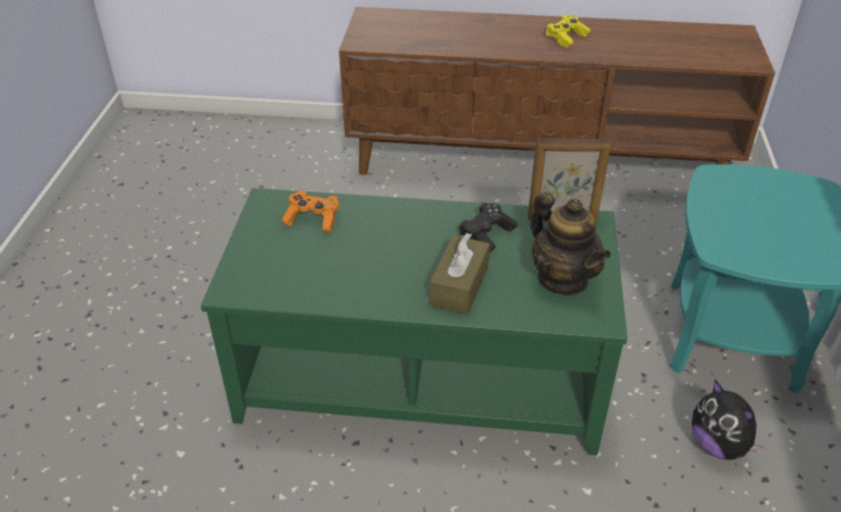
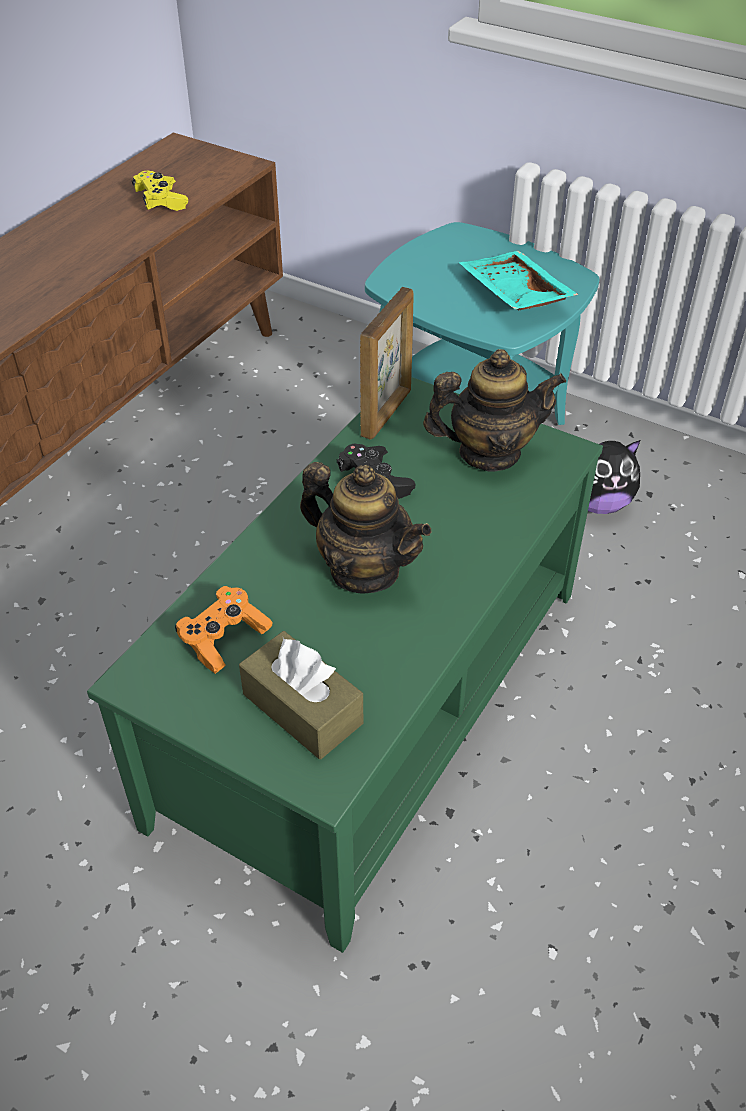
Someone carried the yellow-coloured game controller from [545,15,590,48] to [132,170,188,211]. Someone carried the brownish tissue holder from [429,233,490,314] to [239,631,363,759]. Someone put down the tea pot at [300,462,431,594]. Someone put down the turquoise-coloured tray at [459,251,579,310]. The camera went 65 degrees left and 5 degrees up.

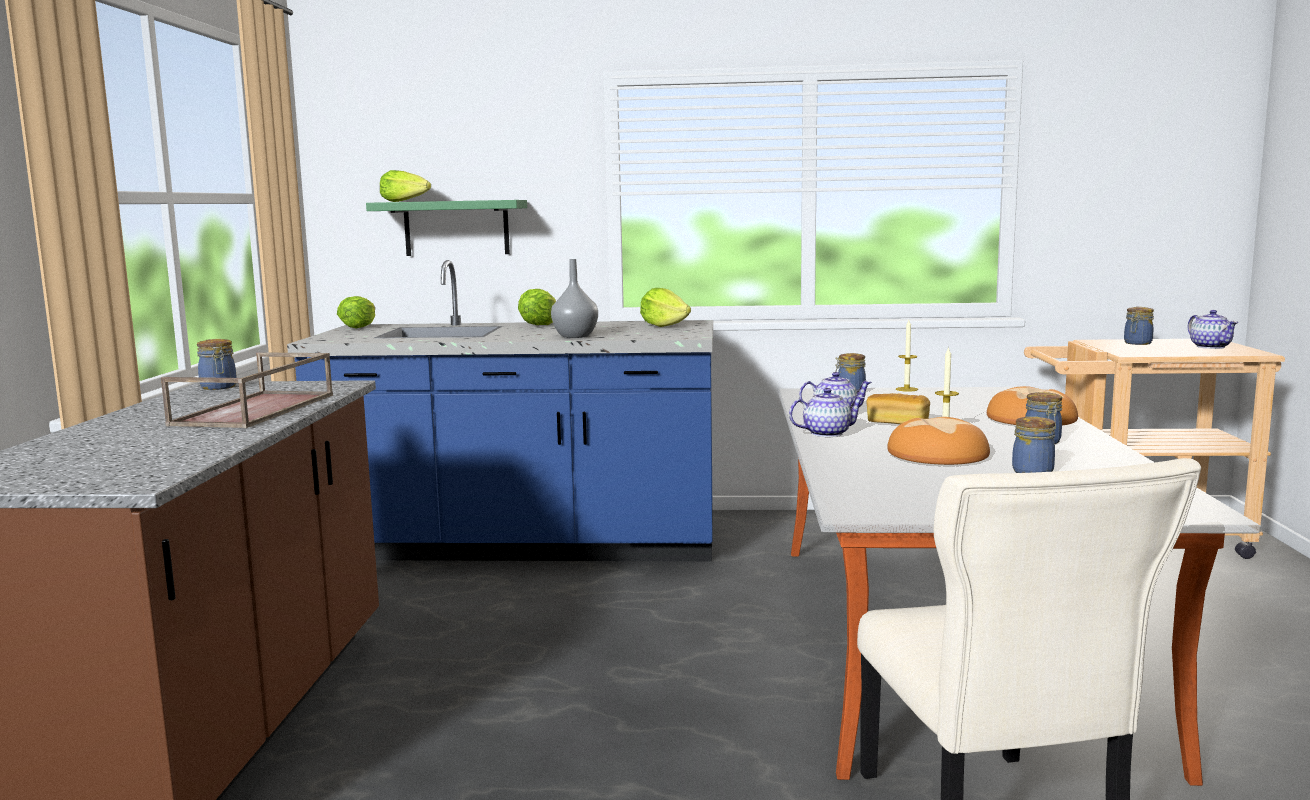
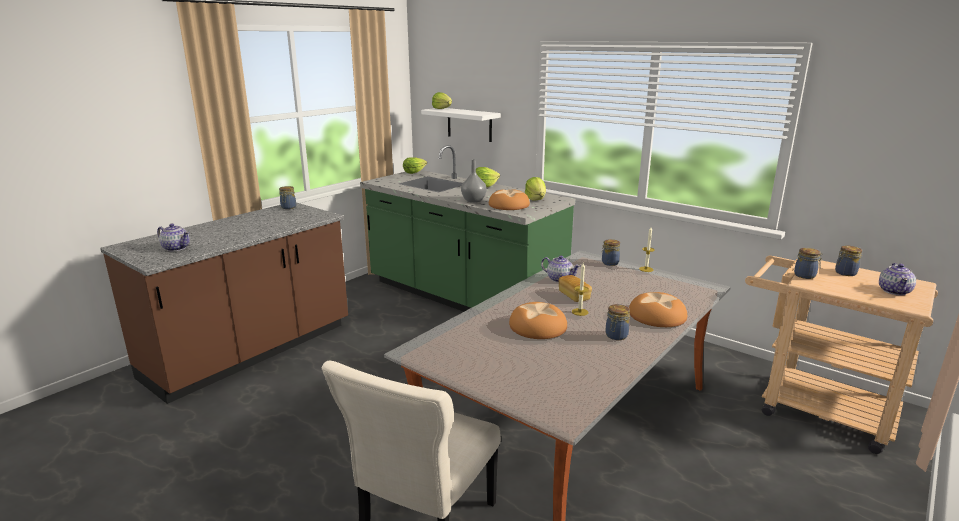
Someone carried the tea pot from [789,388,865,437] to [157,223,190,251]. Someone repainted the blue-coloured counter at [287,260,713,561], which became the greenish counter at [360,145,575,312]. Someone repainted the greenish wall shelf at [366,200,527,256], which became the white-coloured wall shelf at [421,108,501,142]. Someone put down the bread at [489,189,530,210]. Someone carried the preserve jar from [1012,417,1055,473] to [794,248,823,279]. Someone took away the brownish tray at [161,352,333,428]. The camera went 35 degrees right and 10 degrees up.

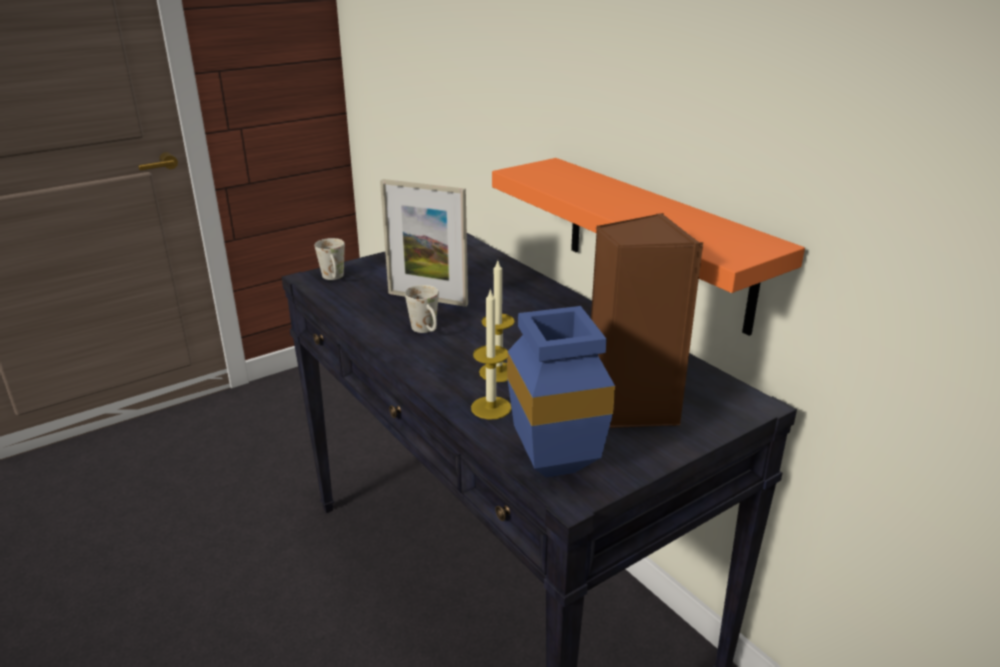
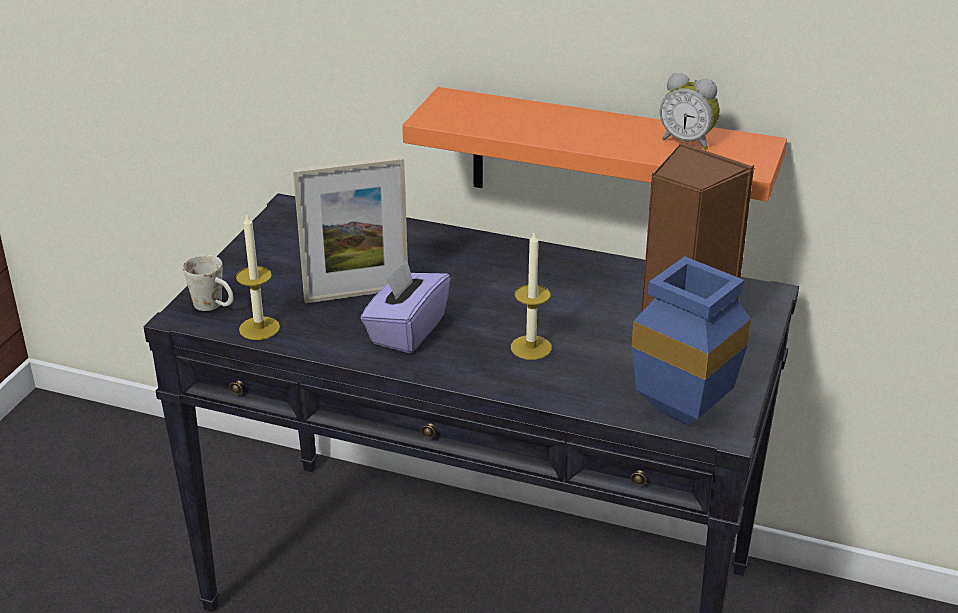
Someone carried the wax light from [471,288,511,420] to [236,215,280,340]. Someone swapped the white-coloured mug at [405,285,439,333] for the purple tissue holder at [361,259,451,353]. Someone put down the table clock at [660,73,720,150]. The camera went 35 degrees left and 5 degrees up.

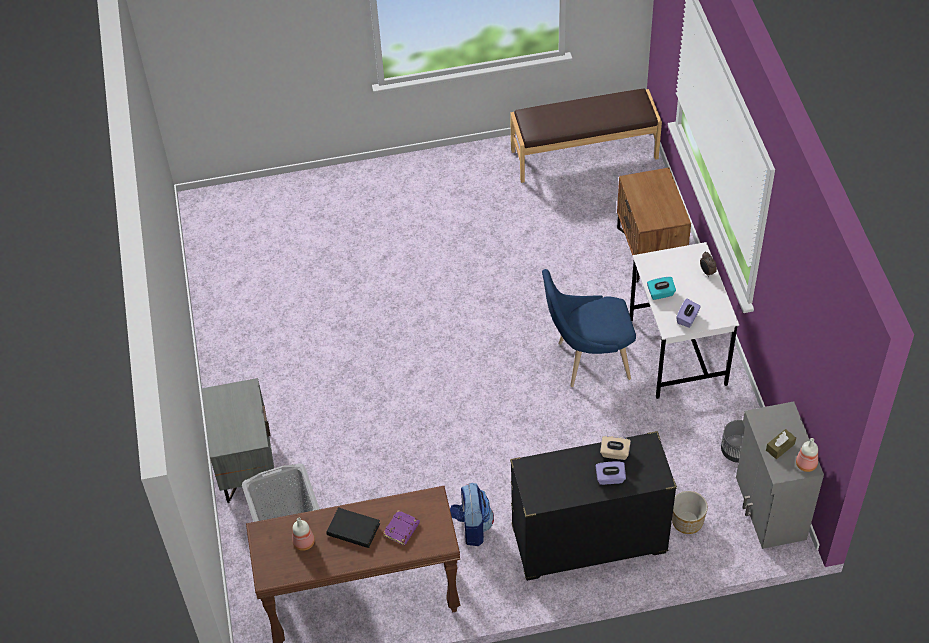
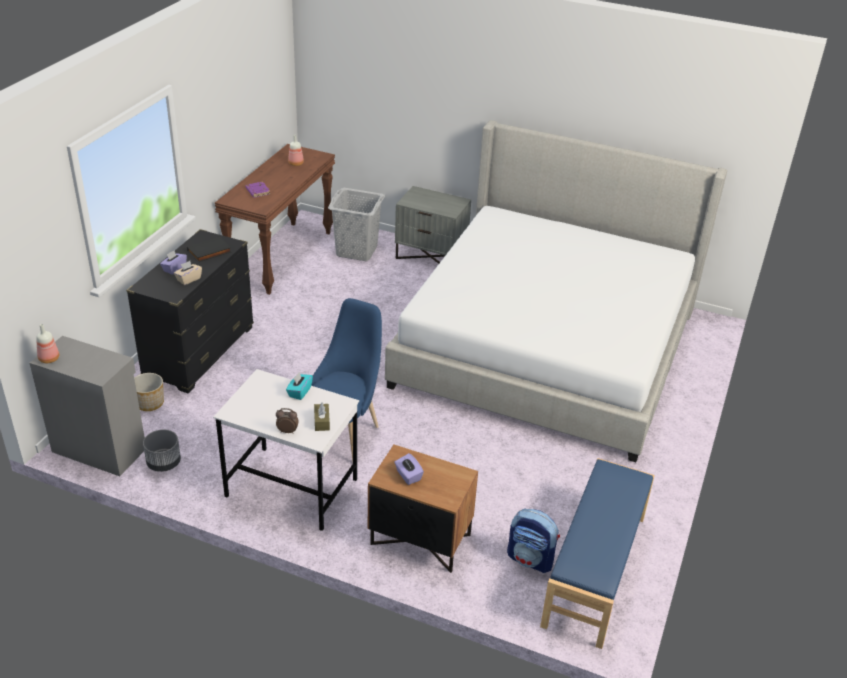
Someone carried the black bound book from [326,507,380,548] to [187,237,231,262]. Someone carried the brownish tissue holder from [766,429,796,459] to [314,402,330,431]. Someone put down the bed at [385,120,727,462]. Someone carried the purple tissue holder from [676,299,701,328] to [394,453,424,485]. Someone carried the knapsack from [450,483,494,546] to [507,509,560,573]. Someone repainted the brownish bench at [510,88,662,183], which became the blue-coloured bench at [540,458,655,649]. The camera went 120 degrees right and 15 degrees down.

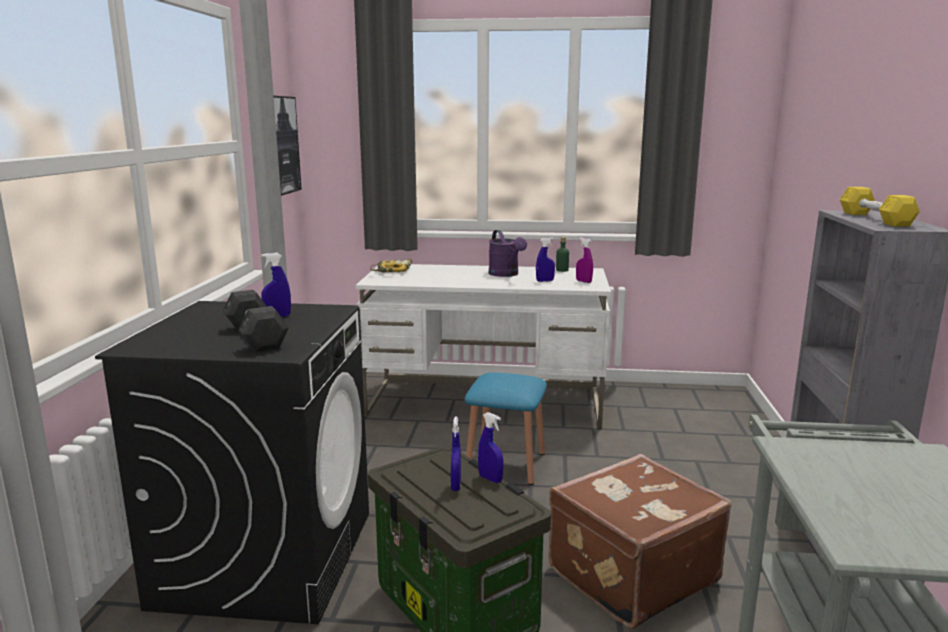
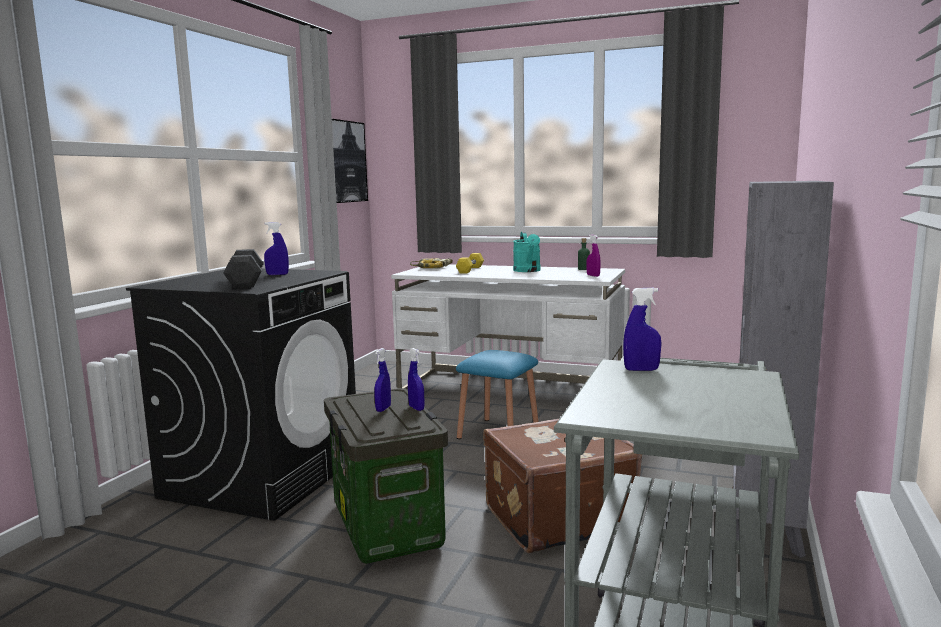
Someone carried the yellow-coloured dumbbell from [840,187,920,227] to [456,253,484,274]. Someone repainted the purple sprinkling can at [489,230,527,277], which became the turquoise-coloured sprinkling can at [513,231,541,272]. Someone carried the blue-coloured spray bottle from [536,238,555,282] to [623,288,662,371]. The camera went 15 degrees right and 5 degrees down.

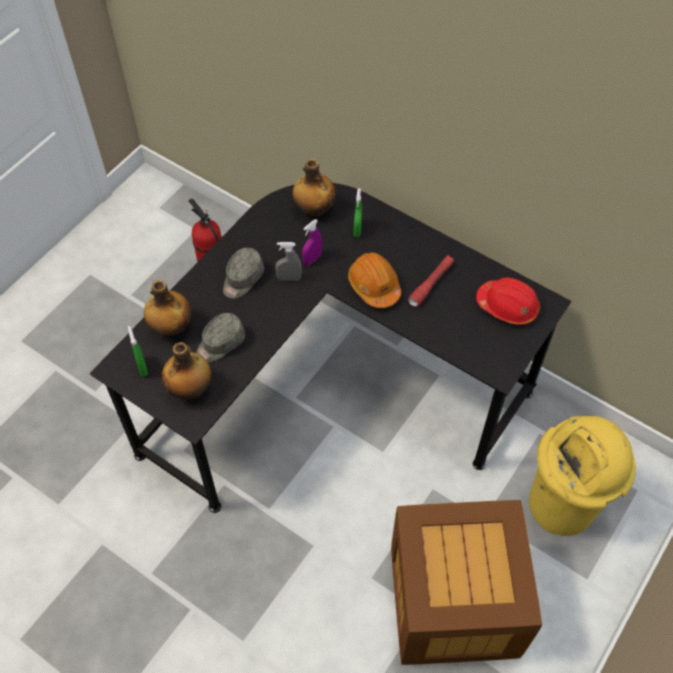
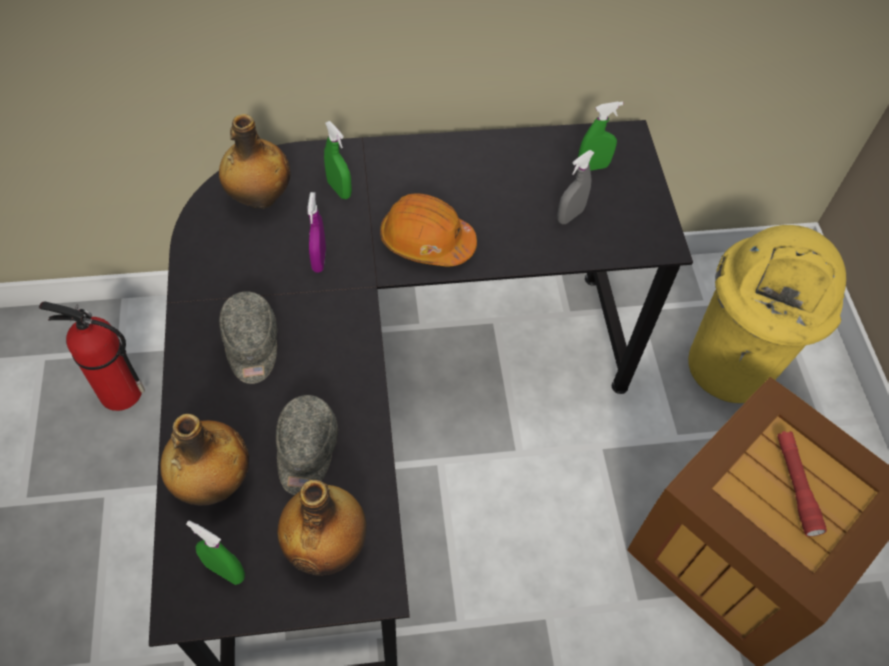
Someone carried the greyish spray bottle from [275,242,302,281] to [557,150,594,224]. Someone swapped the red-coloured safety helmet at [476,277,540,325] for the greenish spray bottle at [578,101,623,171]. Someone carried the red-coloured hand torch from [408,255,454,307] to [777,431,827,536]. The camera went 45 degrees left and 0 degrees up.

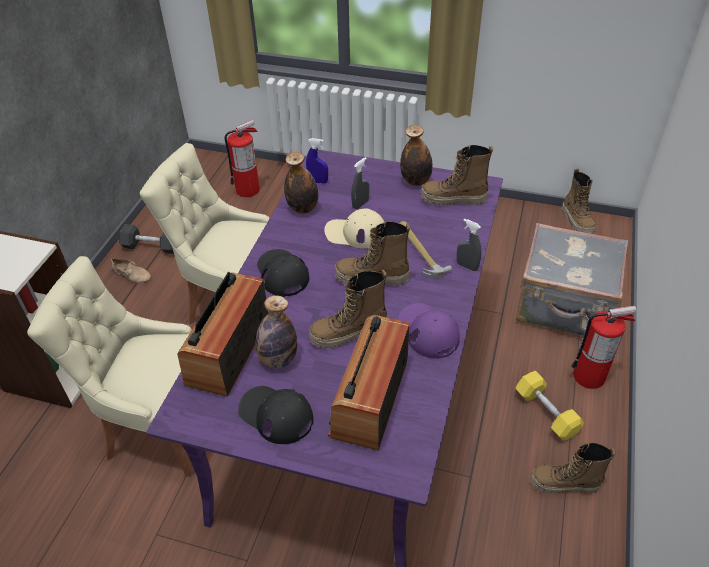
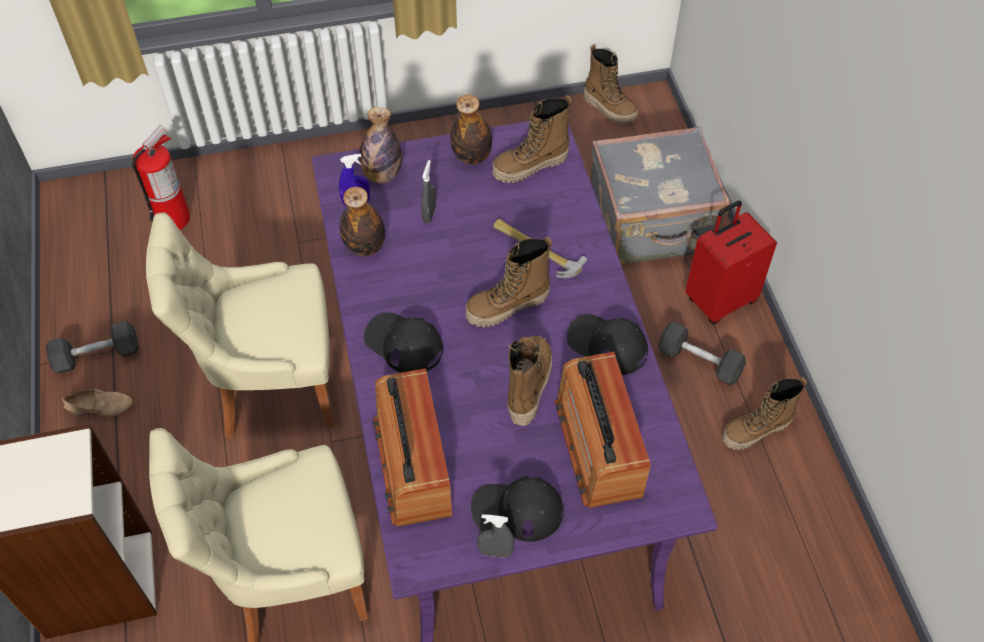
Someone carried the bottle from [255,295,297,369] to [360,107,402,183]. Someone carried the greyish spray bottle from [457,219,481,271] to [477,514,515,558]. Someone rotated the high-top boot at [309,270,387,349] by 150 degrees clockwise. Someone repainted the purple cap at [398,303,460,359], which became the black cap at [567,314,648,375]. Someone repainted the yellow-coloured dumbbell at [515,371,584,441], which became the greyish dumbbell at [658,321,746,385]. Someone swapped the fire extinguisher at [571,306,637,389] for the red-coloured suitcase at [685,201,777,324]. Someone took away the beige-coloured cap at [324,208,384,249]. The camera went 30 degrees left and 10 degrees up.

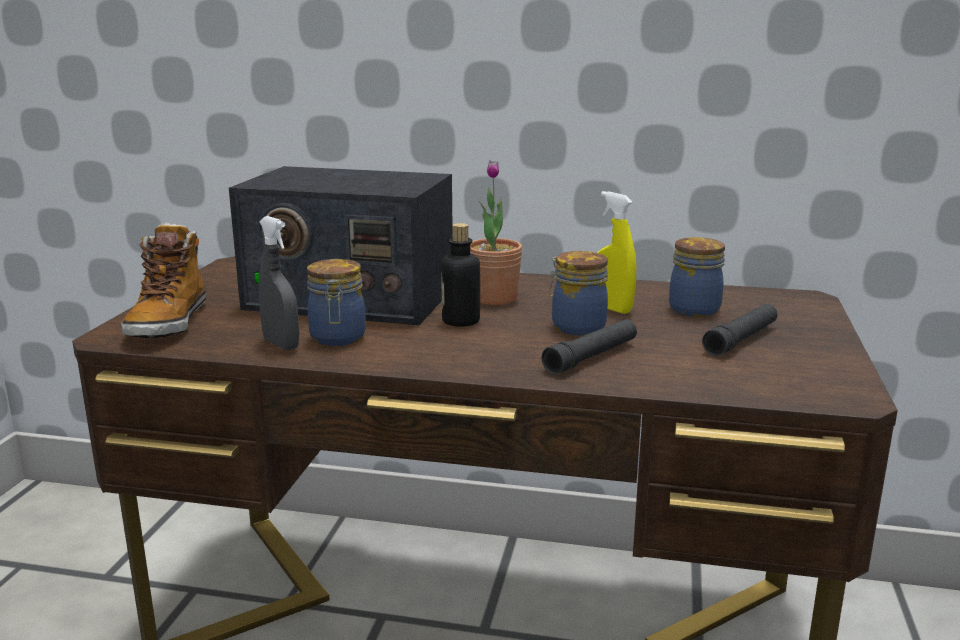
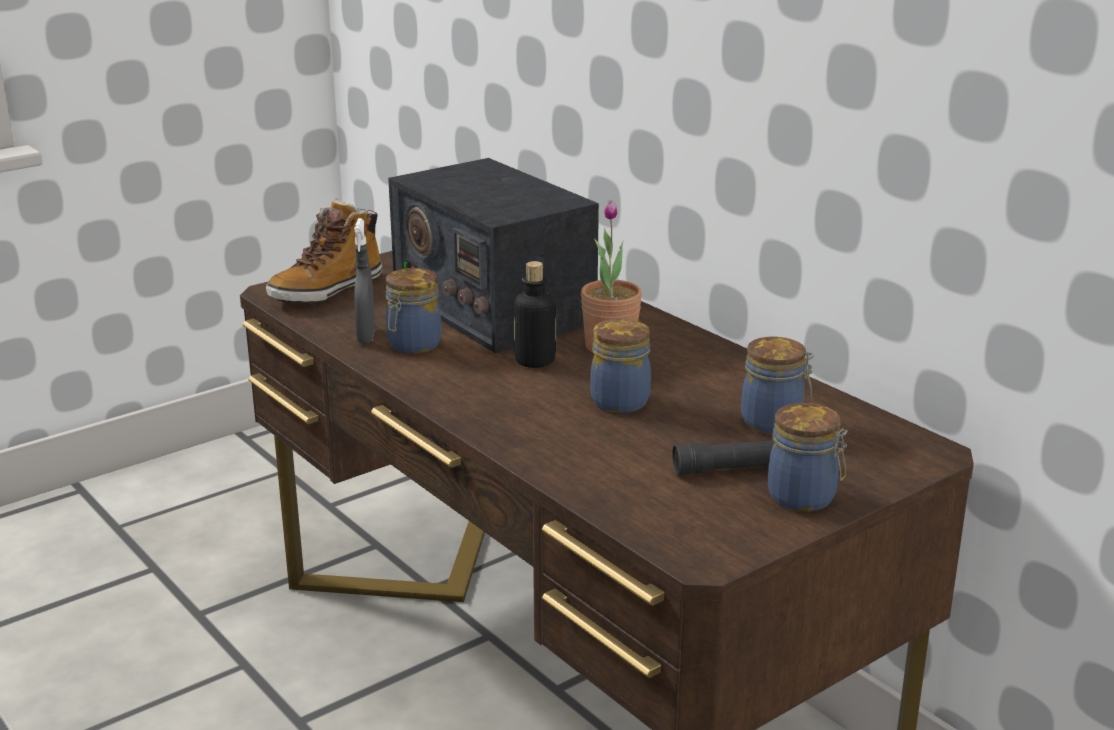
Someone put down the preserve jar at [768,403,848,512]. Someone took away the black hand torch at [542,319,637,375]. Someone took away the yellow-coloured spray bottle at [598,191,636,314]. The camera went 40 degrees right and 5 degrees up.

